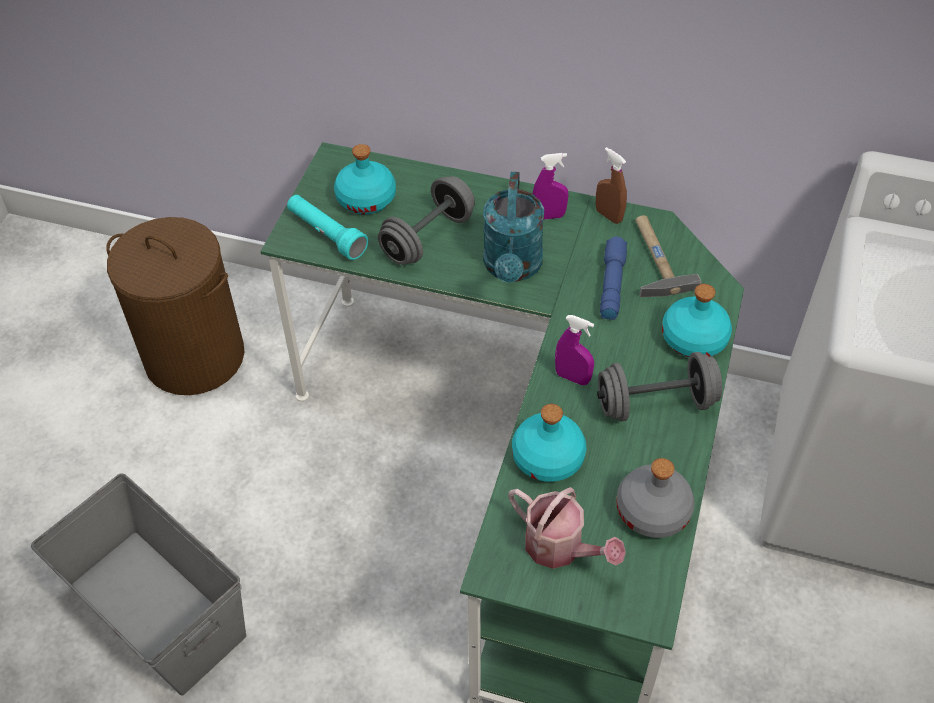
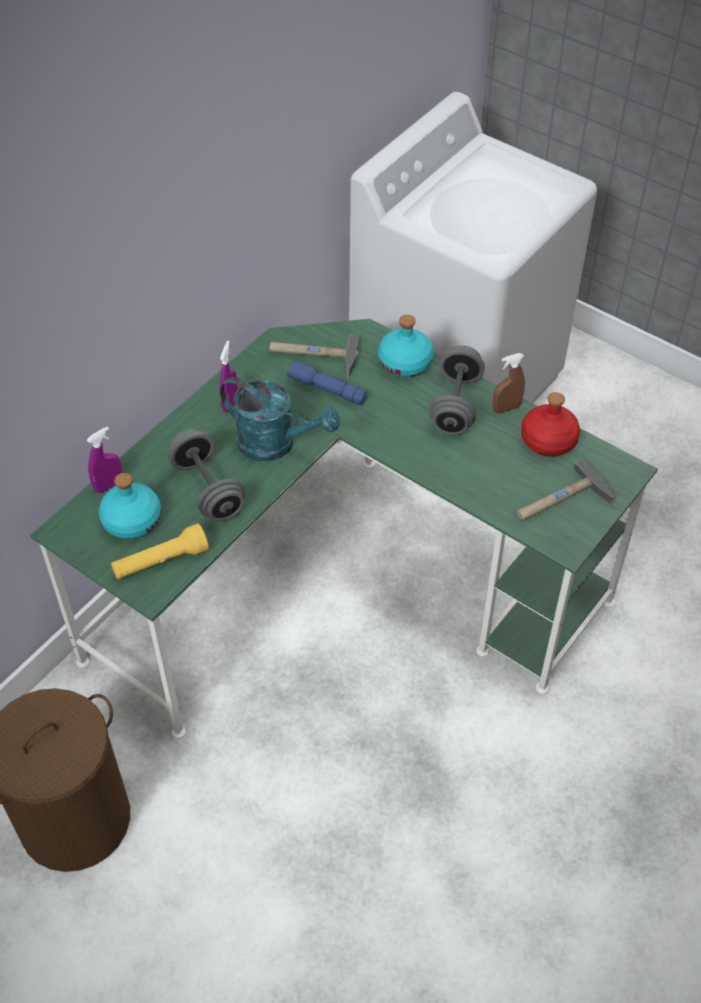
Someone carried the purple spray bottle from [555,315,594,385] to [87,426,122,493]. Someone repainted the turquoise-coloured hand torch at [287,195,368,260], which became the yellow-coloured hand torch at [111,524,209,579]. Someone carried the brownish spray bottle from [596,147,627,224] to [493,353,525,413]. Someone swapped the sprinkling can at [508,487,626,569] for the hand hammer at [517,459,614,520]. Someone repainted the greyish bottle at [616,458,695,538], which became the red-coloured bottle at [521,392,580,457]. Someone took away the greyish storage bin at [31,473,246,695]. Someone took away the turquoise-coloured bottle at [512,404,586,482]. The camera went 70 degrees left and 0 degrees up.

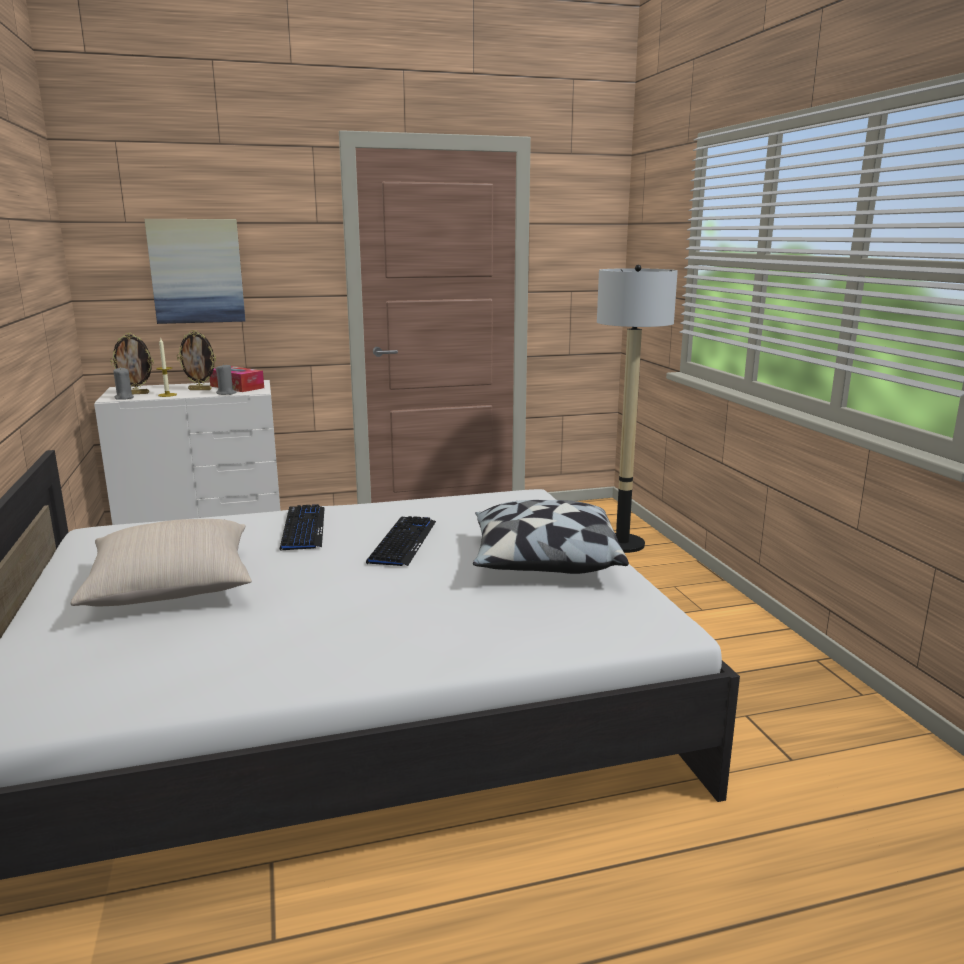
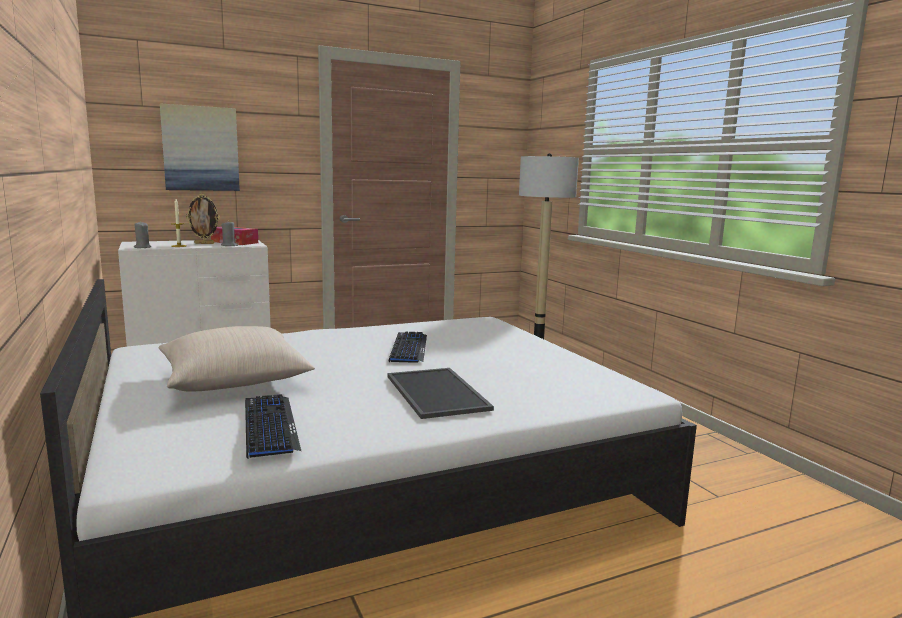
Someone carried the PC keyboard from [280,504,325,551] to [245,394,301,458]. Someone put down the tray at [387,368,494,419]. Someone took away the picture frame at [110,332,154,394]. Someone took away the throw pillow at [473,500,629,574]. The camera went 10 degrees left and 5 degrees down.

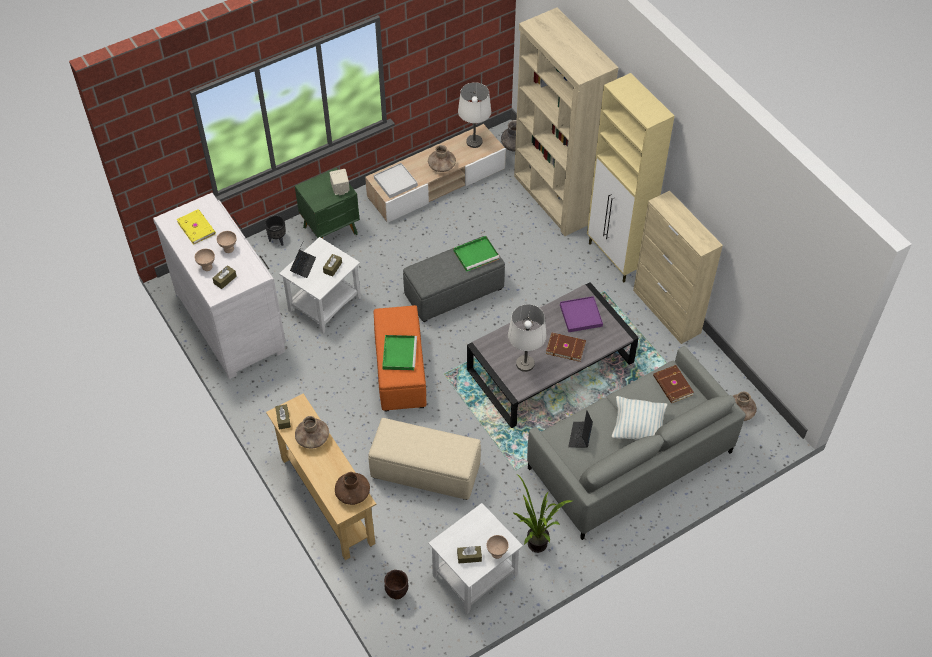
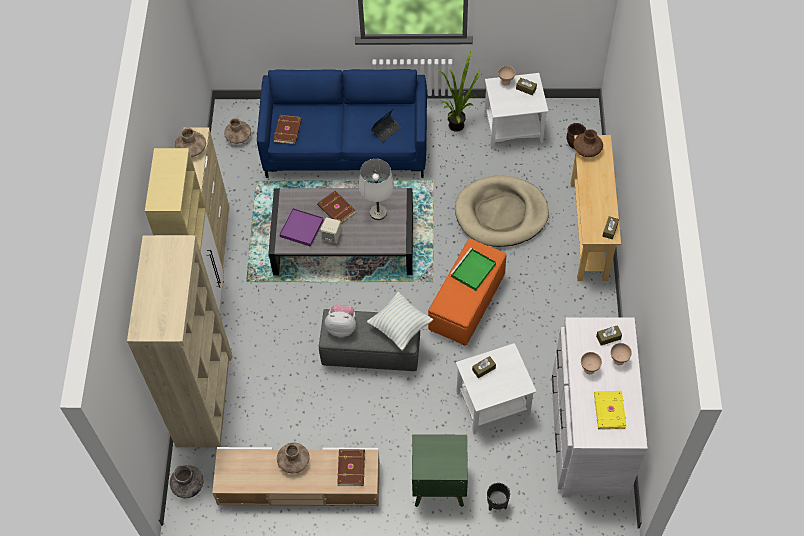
Someone carried the brownish vase from [295,416,329,448] to [175,128,206,157]. Someone repainted the greyish settee at [527,346,746,540], which became the blue-coloured settee at [257,69,427,178]. Someone carried the beige-coloured loudspeaker from [329,169,349,195] to [320,217,341,243]. Someone swapped the greenish tray at [453,236,500,272] for the soft toy at [325,305,356,337]. Someone swapped the white-coloured tray at [374,163,418,198] for the brownish bound book at [337,449,365,486]. Someone carried the throw pillow from [612,396,667,440] to [367,292,433,351]. Someone swapped the beige-coloured ottoman at [368,418,481,500] for the beige-coloured pet bed at [455,175,549,247]. Someone took away the laptop at [290,240,316,278]. Someone took away the white-coloured table lamp at [458,82,491,148]. The camera went 145 degrees left and 5 degrees up.

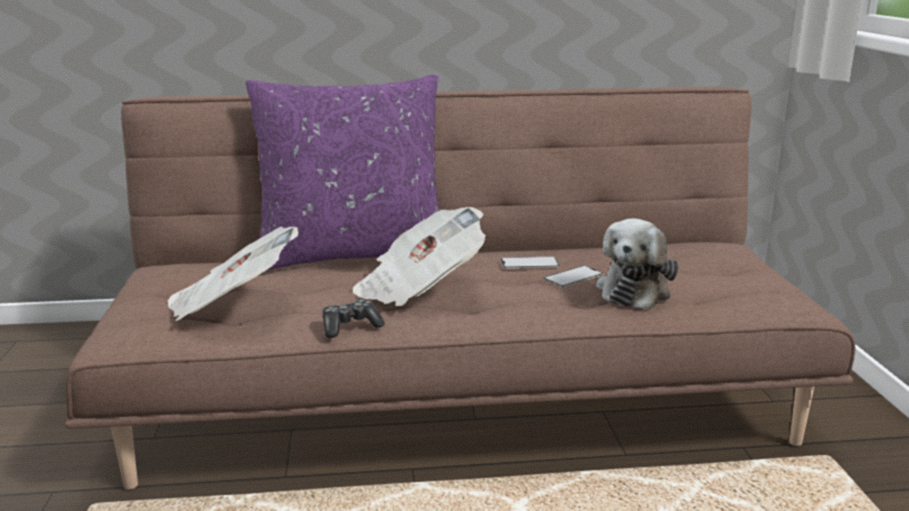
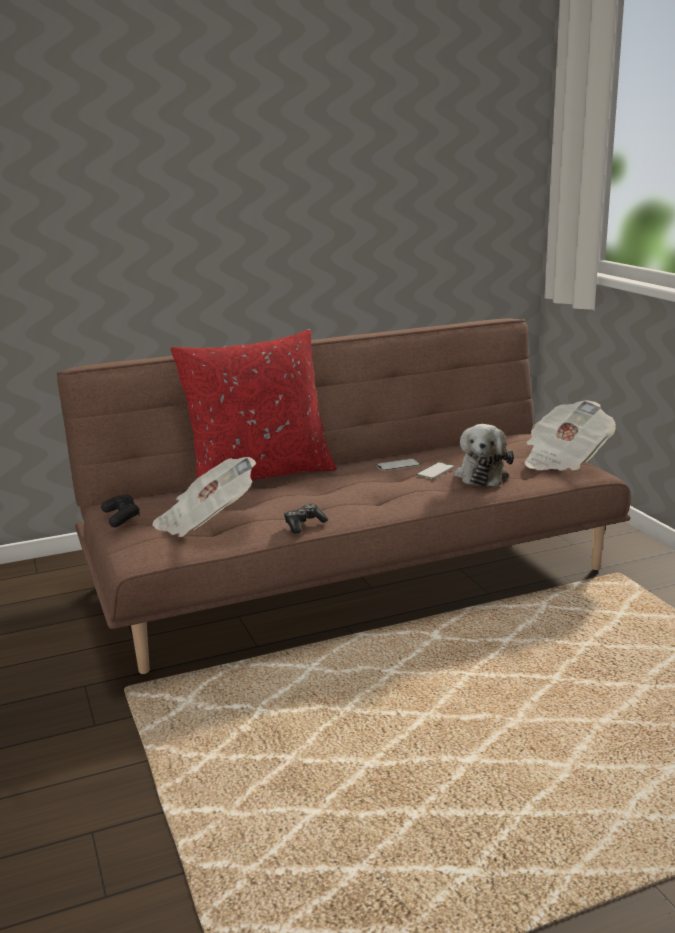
Someone put down the black game controller at [101,495,140,527]. Someone repainted the purple throw pillow at [246,74,439,270], which became the red-coloured throw pillow at [171,329,337,480]. Someone carried the printed paper from [353,207,485,306] to [525,400,616,471]. The camera went 15 degrees left and 0 degrees up.

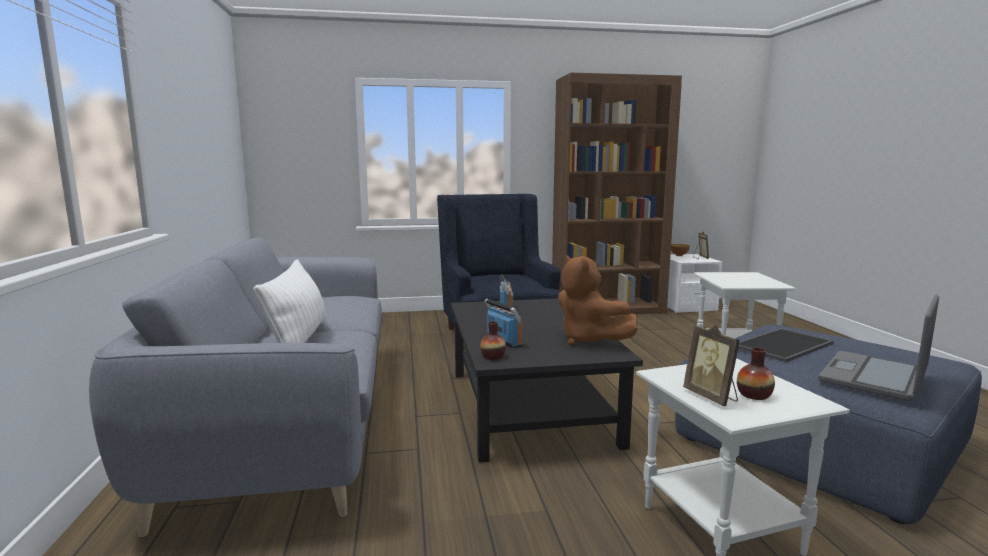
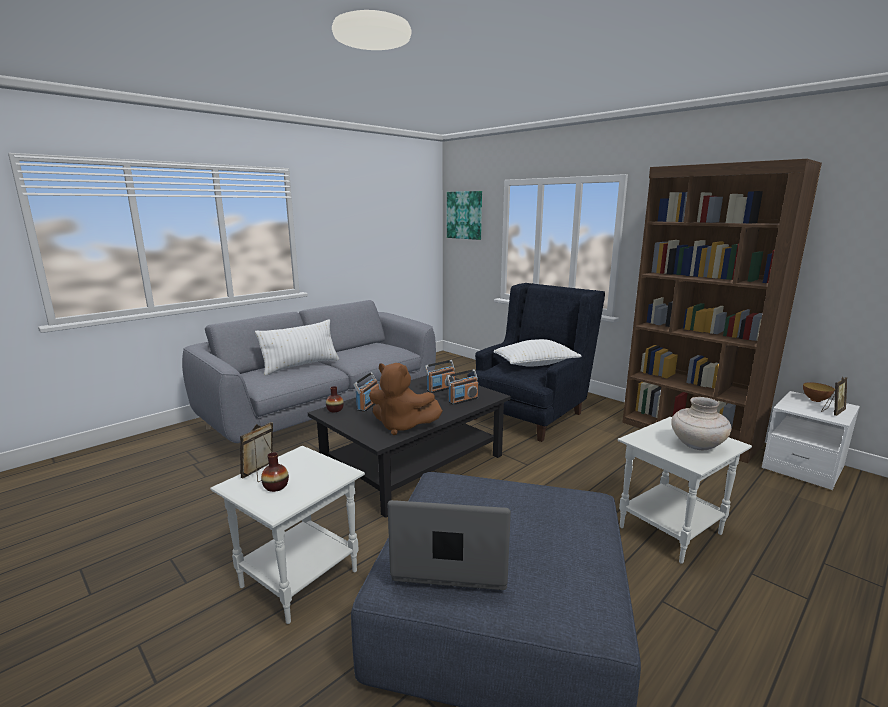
Someone rotated the brownish soft toy at [558,255,638,346] by 90 degrees counterclockwise. Someone put down the radio at [446,369,479,405]. Someone put up the picture at [447,191,482,240]. Someone put down the white-coloured throw pillow at [493,339,581,367]. Someone put down the beige-coloured vase at [671,397,731,450]. Someone took away the tray at [738,328,834,362]. The camera went 55 degrees right and 5 degrees up.

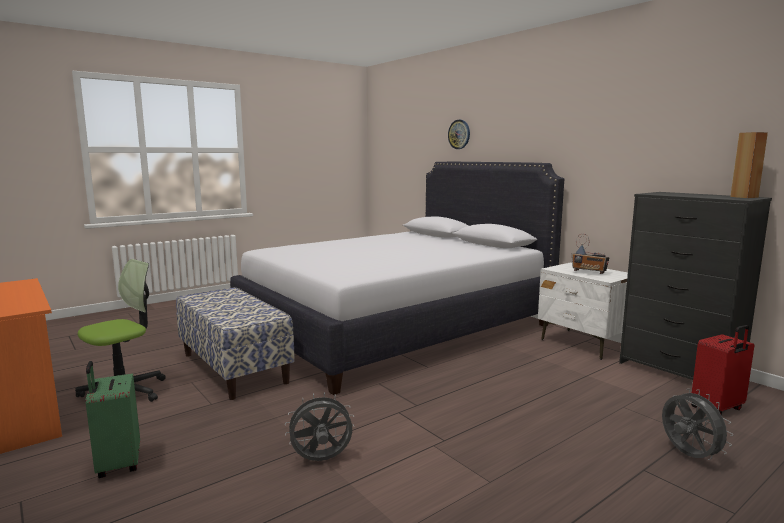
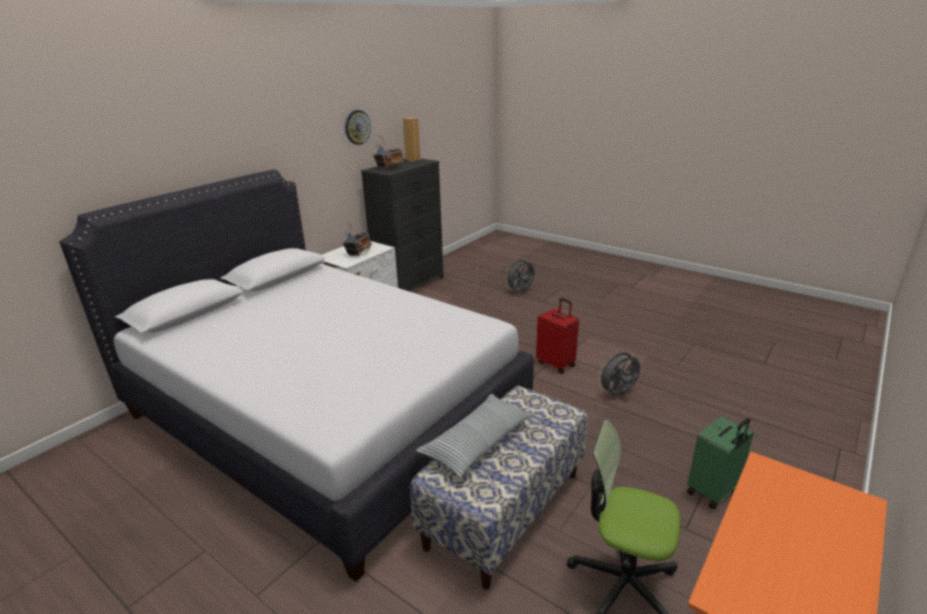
Someone carried the clock on the wall from [448,120,470,149] to [345,110,371,145]. Someone put down the radio at [373,135,404,169]. Someone put down the throw pillow at [416,394,534,478]. Someone carried the red-coloured suitcase from [691,325,754,415] to [536,298,579,374]. Someone rotated the greyish electric fan at [285,392,354,461] by 90 degrees clockwise. The camera went 105 degrees left and 15 degrees up.

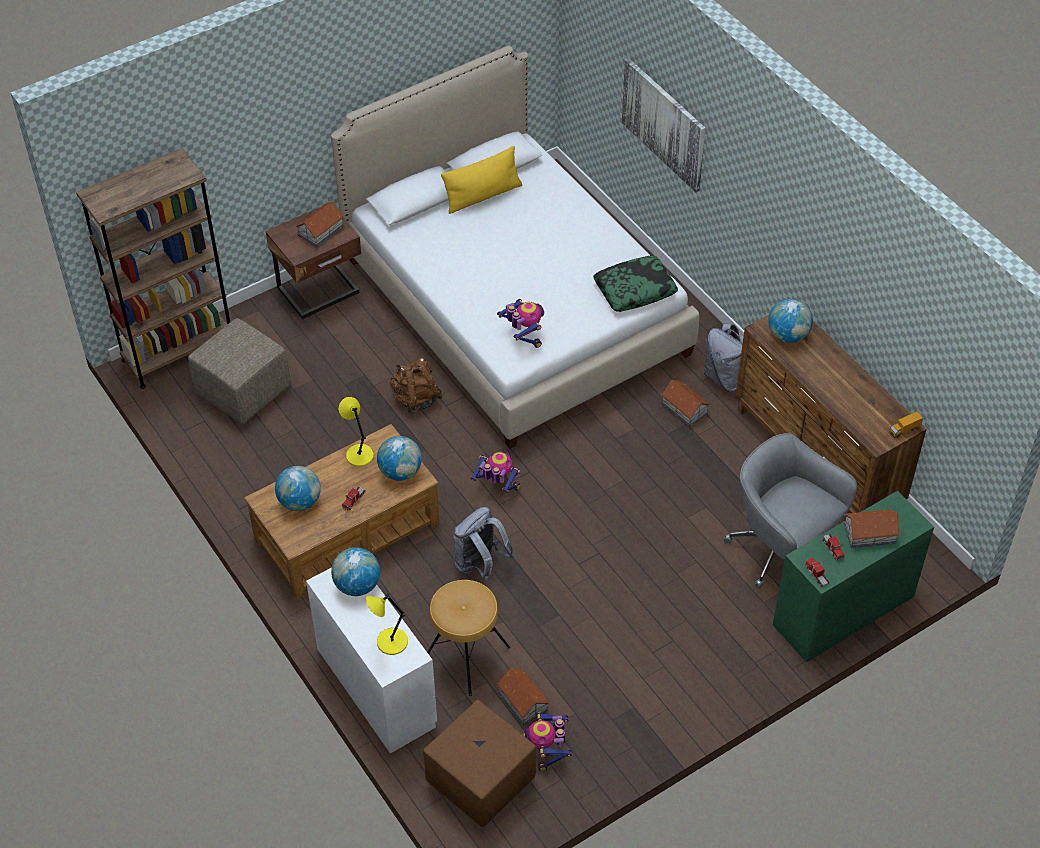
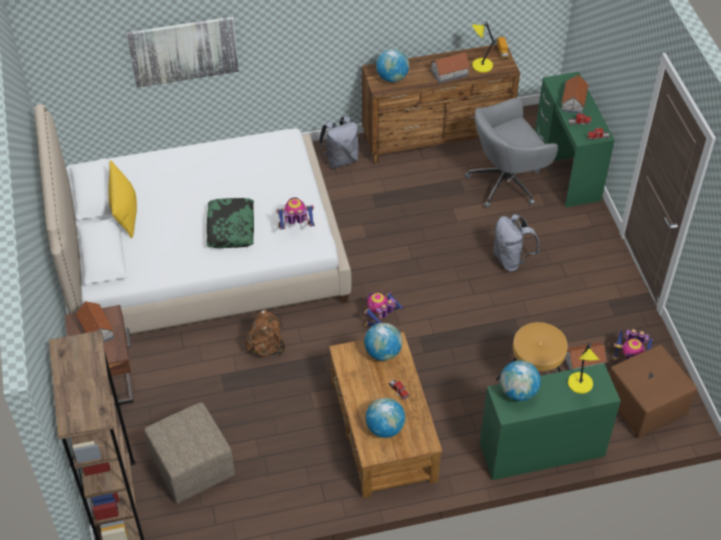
Someone carried the throw pillow from [593,255,678,312] to [207,198,254,248]. Someone carried the toy house from [661,379,710,427] to [430,52,470,83]. Someone carried the yellow-coloured table lamp from [339,397,374,467] to [472,22,495,73]. Someone repainted the white-coloured desk unit at [306,567,437,753], which became the greenish desk unit at [479,363,621,480]. Someone carried the greyish knapsack from [453,507,514,581] to [493,214,539,272]. The camera went 70 degrees left and 0 degrees up.

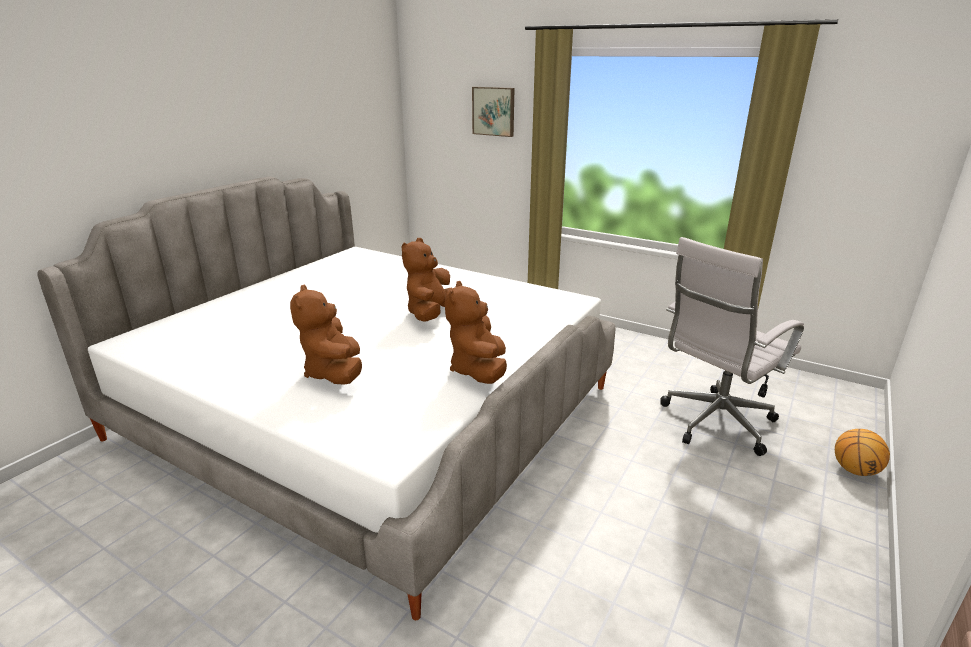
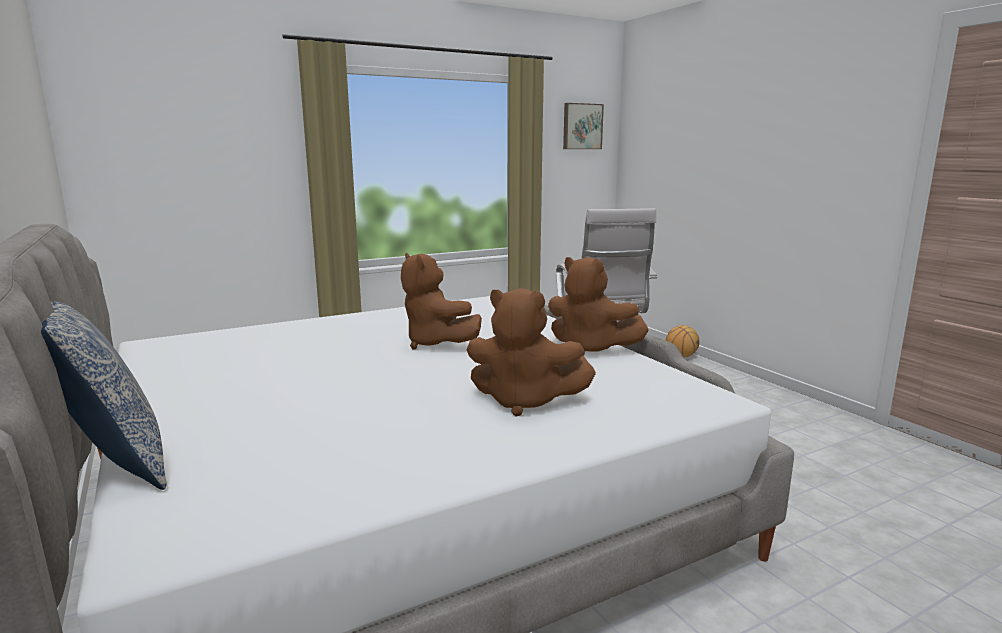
Someone put down the throw pillow at [41,301,166,490]. Someone carried the picture from [472,87,514,137] to [563,103,604,149]. The camera went 60 degrees left and 10 degrees down.

